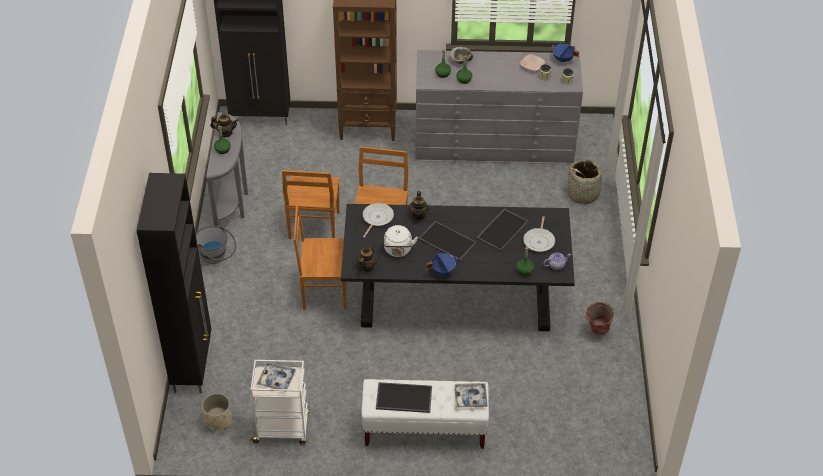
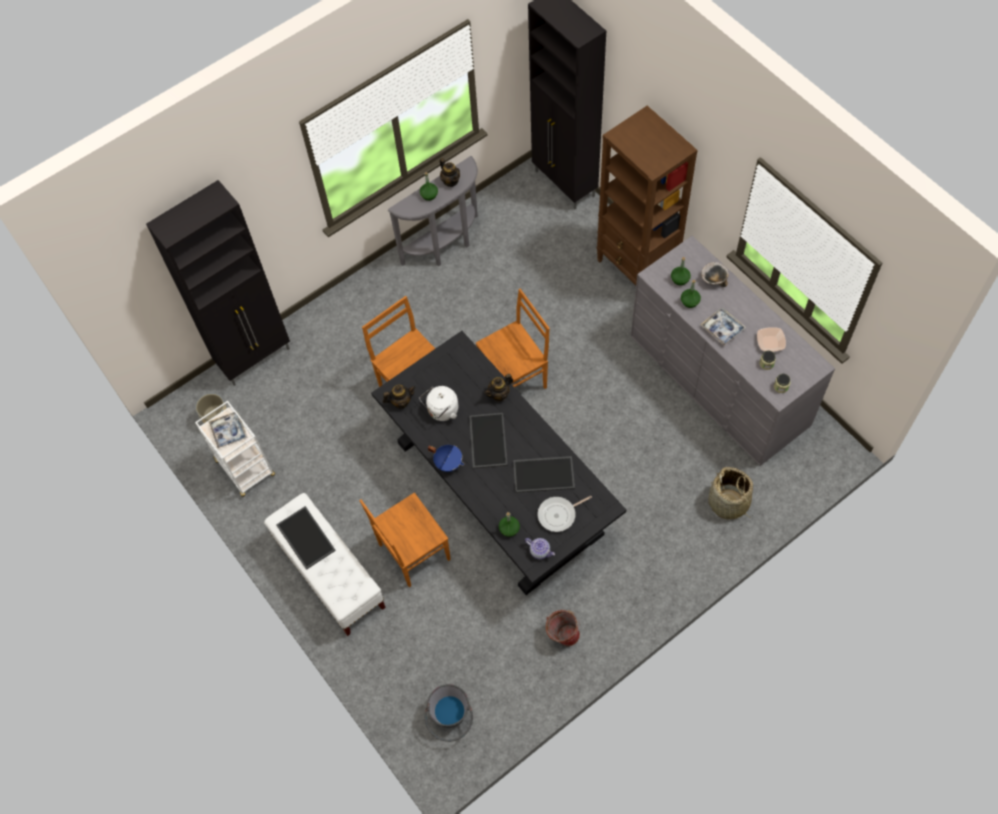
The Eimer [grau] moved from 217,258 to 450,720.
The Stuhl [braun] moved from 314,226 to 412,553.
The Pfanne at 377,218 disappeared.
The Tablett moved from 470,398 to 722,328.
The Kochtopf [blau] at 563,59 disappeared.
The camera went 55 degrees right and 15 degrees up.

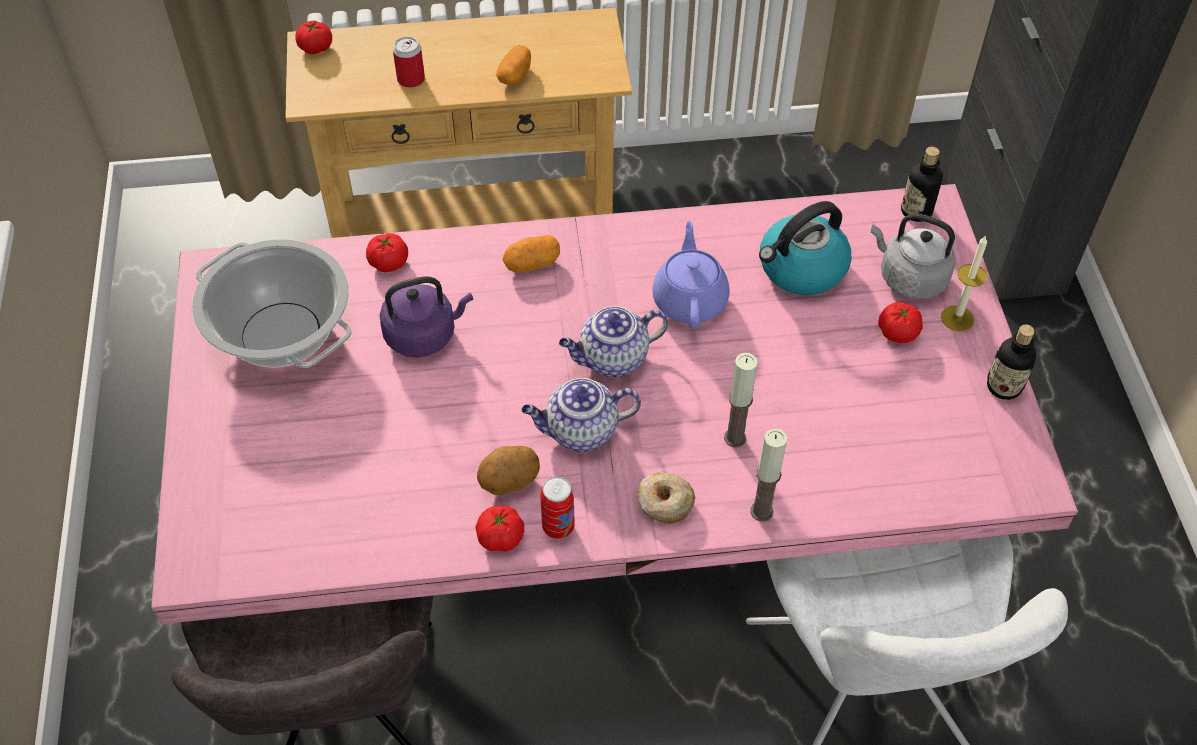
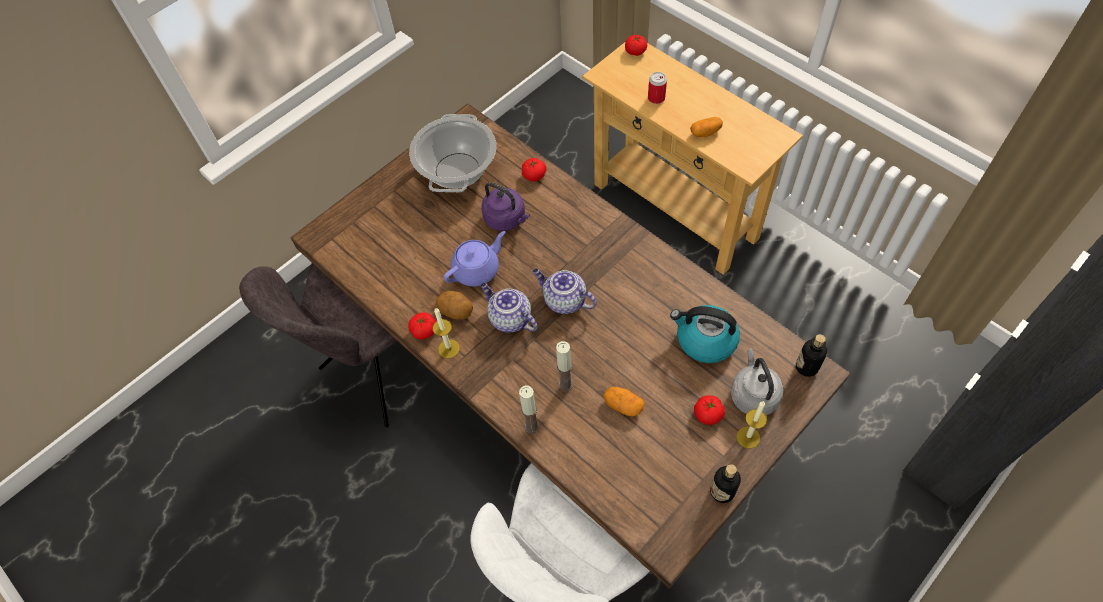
The Esstisch [rosa] at 595,544 became the Esstisch [braun] at 557,390.
The Kartoffel moved from 532,263 to 623,405.
The Dose at 558,527 was replaced by the Kerze at 449,348.
The Donut at 664,503 disappeared.
The Teekanne [lila] moved from 689,299 to 477,270.
The camera went 55 degrees right and 5 degrees up.

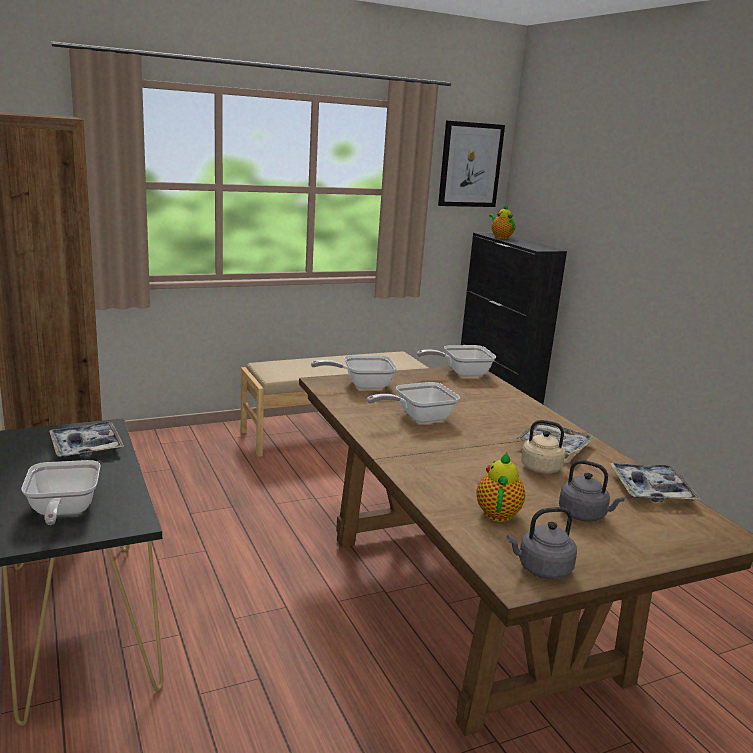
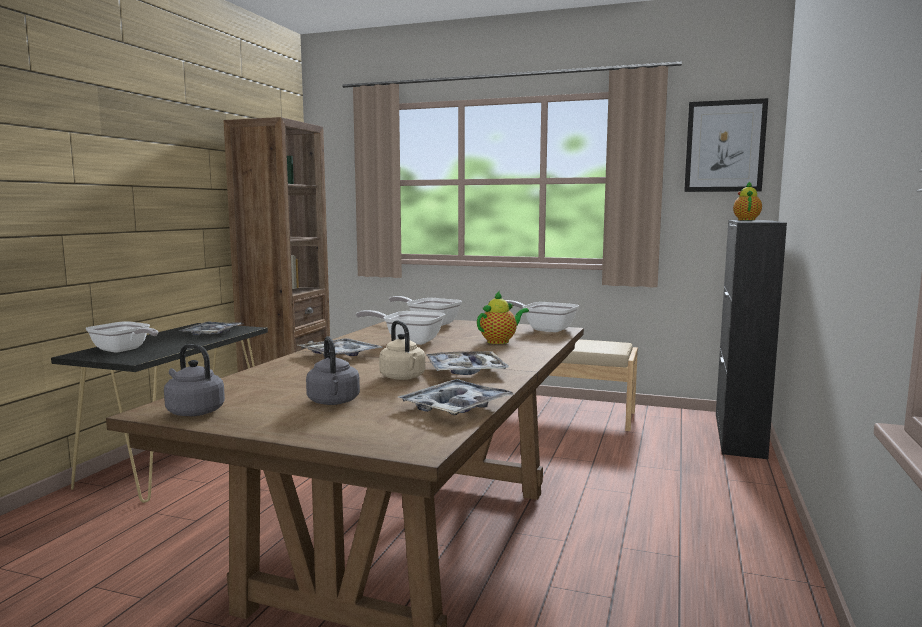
The Pfanne at 62,512 turned 90 degrees counterclockwise.
The Teekanne moved from 498,512 to 500,341.
The Tablett at 340,355 appeared.
The camera went 45 degrees right and 10 degrees down.

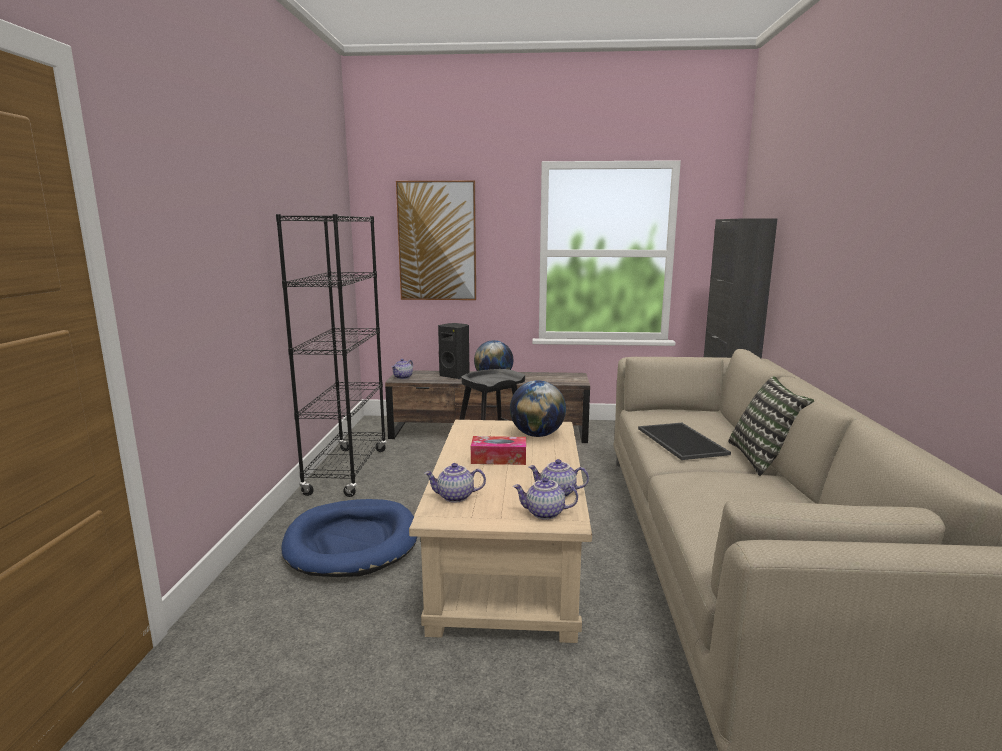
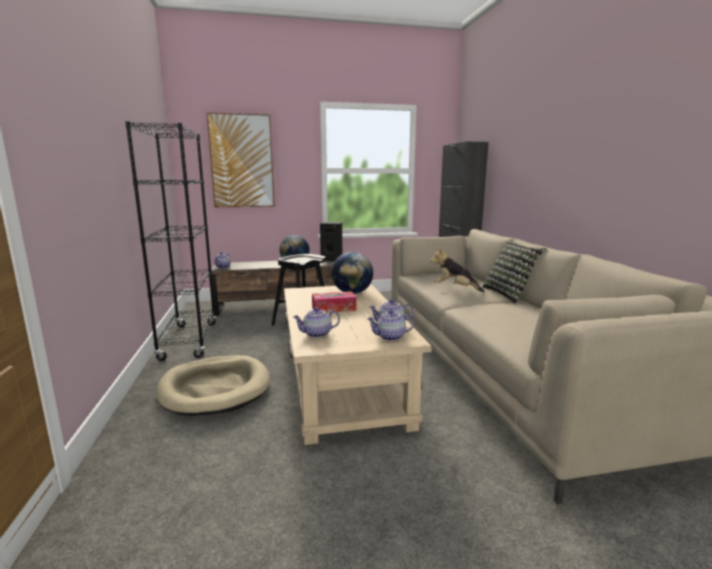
The Hundebett [blau] at 352,542 became the Hundebett [beige] at 215,388.
The Lautsprecher [schwarz] moved from 455,376 to 332,260.
The Tablett at 683,441 was replaced by the Plüschtier at 454,288.
The camera went 15 degrees left and 0 degrees up.

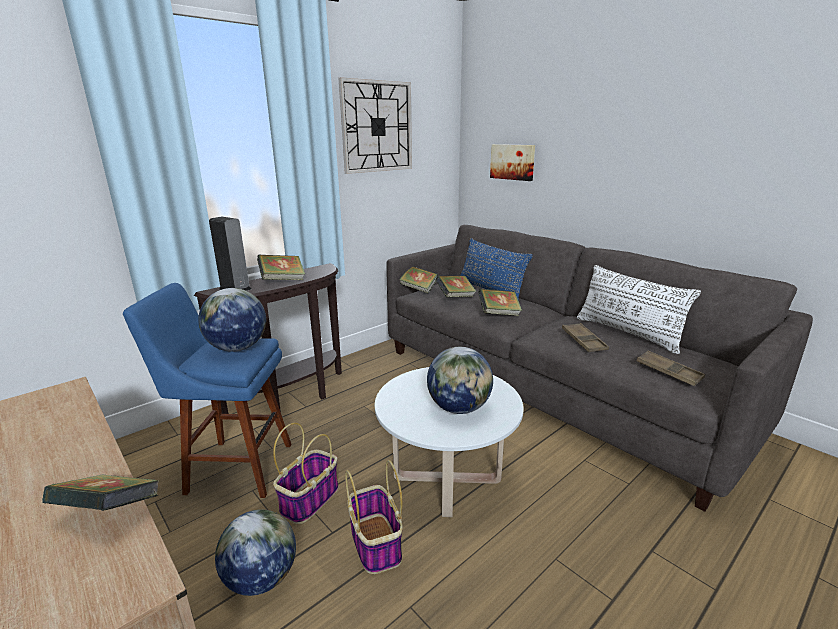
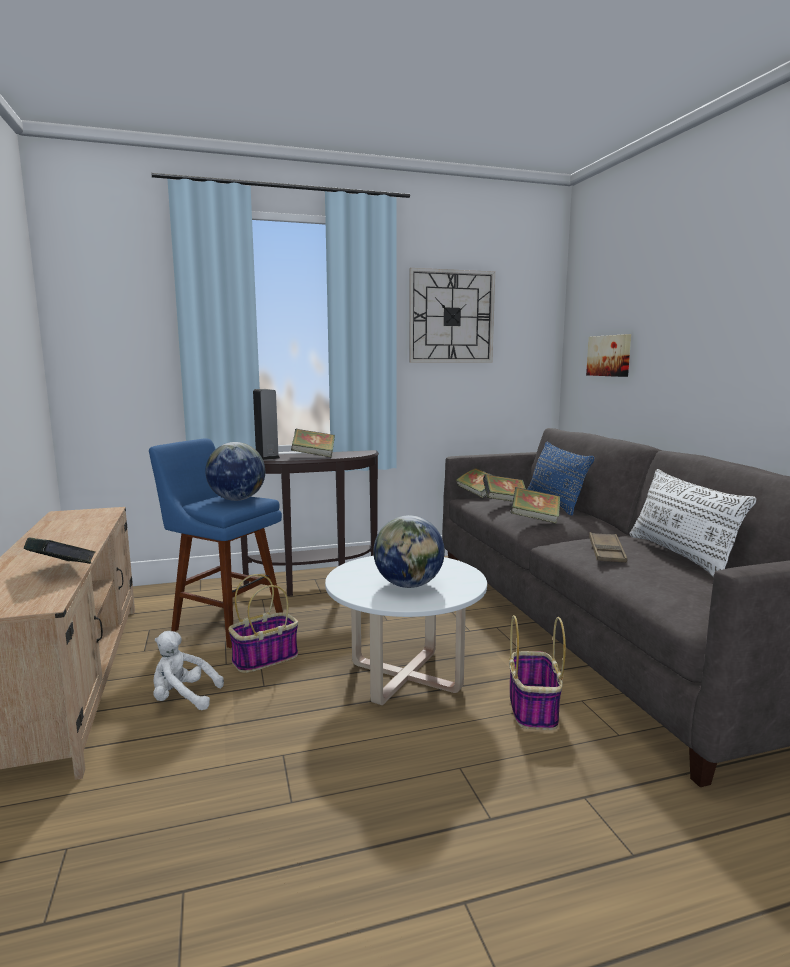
The Globus at 261,578 was replaced by the Plüschtier [weiß] at 183,698.
The Korb moved from 375,543 to 532,708.
The Tablett [braun] at 668,372 disappeared.
The camera went 25 degrees right and 10 degrees down.

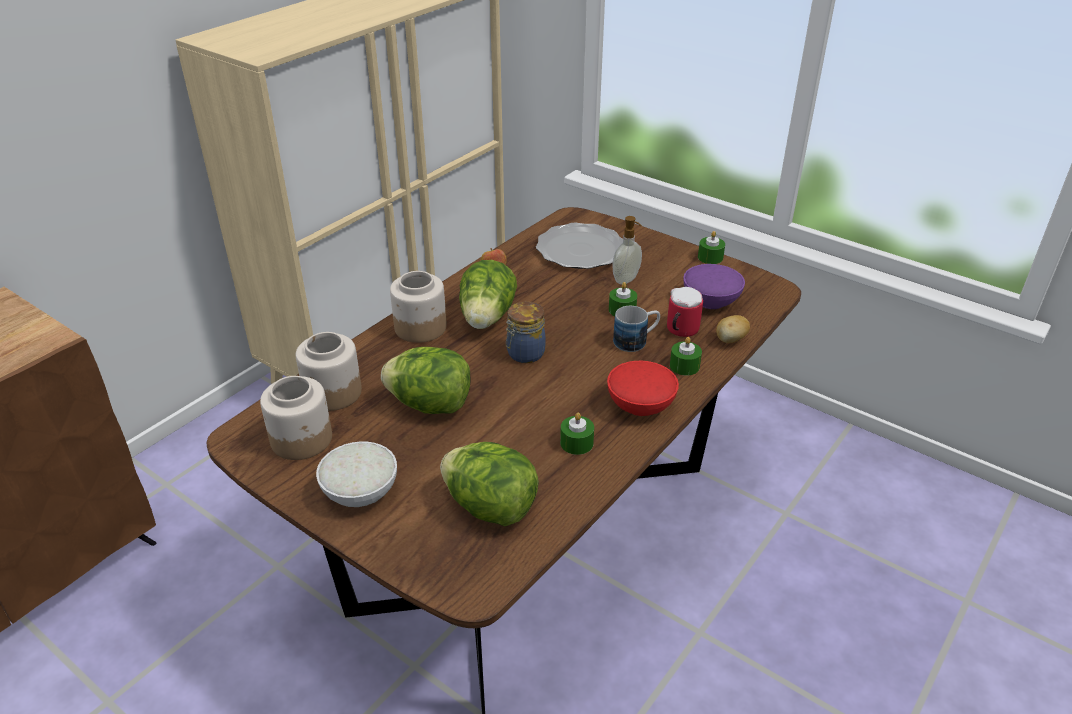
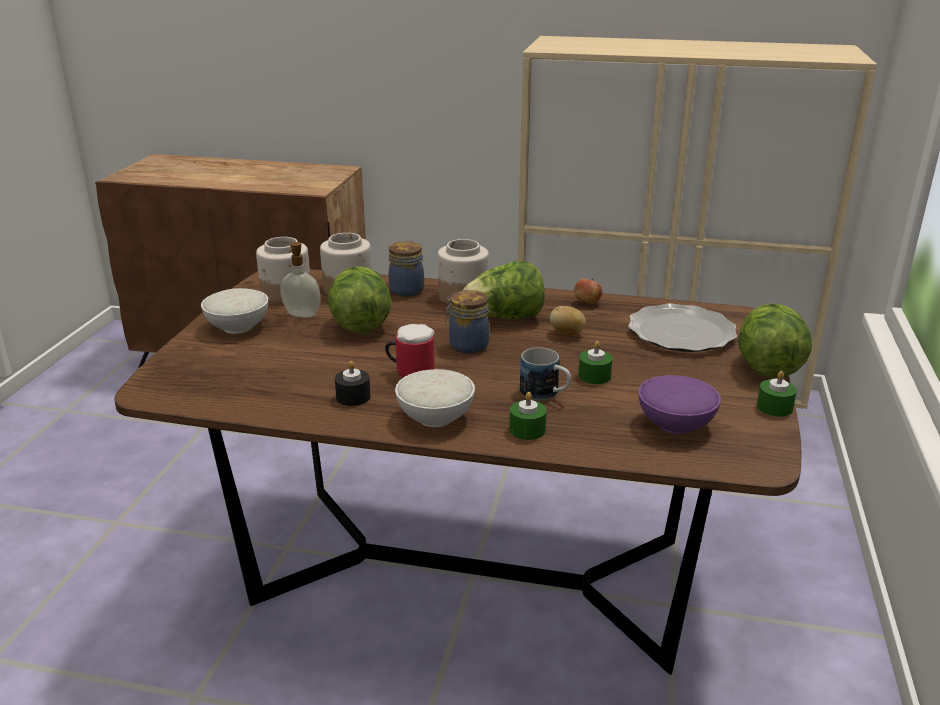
The Salatkopf moved from 490,507 to 767,367.
The Kerze [grün] at 576,443 became the Kerze [schwarz] at 353,397.
The Schüssel [rot] at 640,406 became the Schüssel [weiß] at 434,418.
The Seifenspender moved from 626,280 to 301,315.
The Henkelbecher moved from 679,330 to 410,371.
The Kartoffel moved from 730,340 to 567,333.
The Vorratsglas at 407,290 appeared.
The camera went 65 degrees right and 10 degrees down.

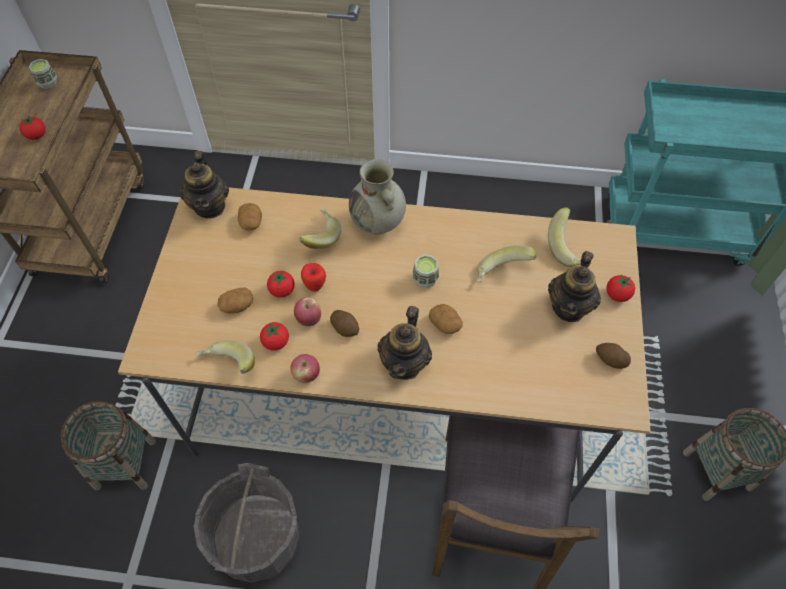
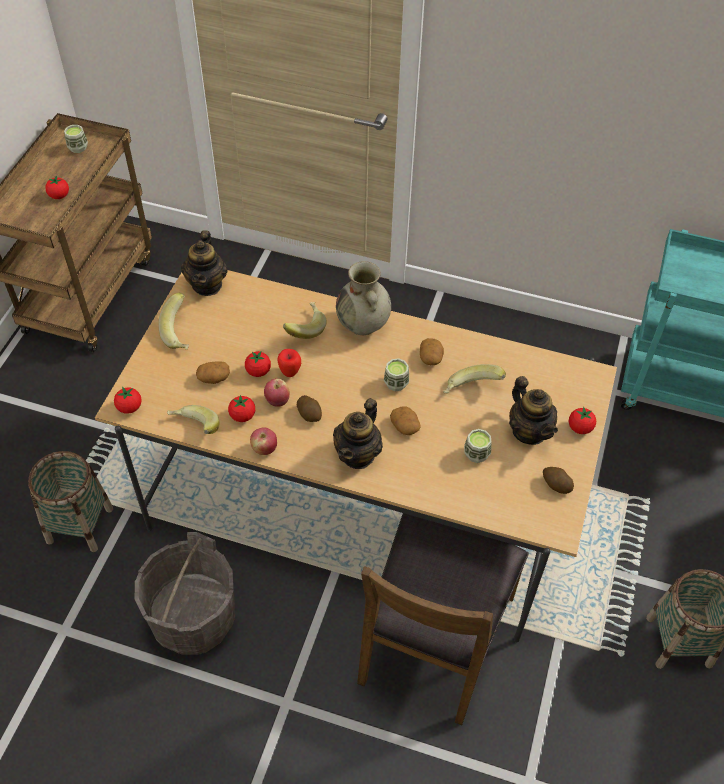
The Kartoffel moved from 251,222 to 431,358.
The Banane moved from 568,248 to 181,333.
The Teekanne at 569,307 turned 60 degrees counterclockwise.
The Tomate at 129,407 appeared.
The Tasse at 476,454 appeared.
The camera went 10 degrees right and 5 degrees down.

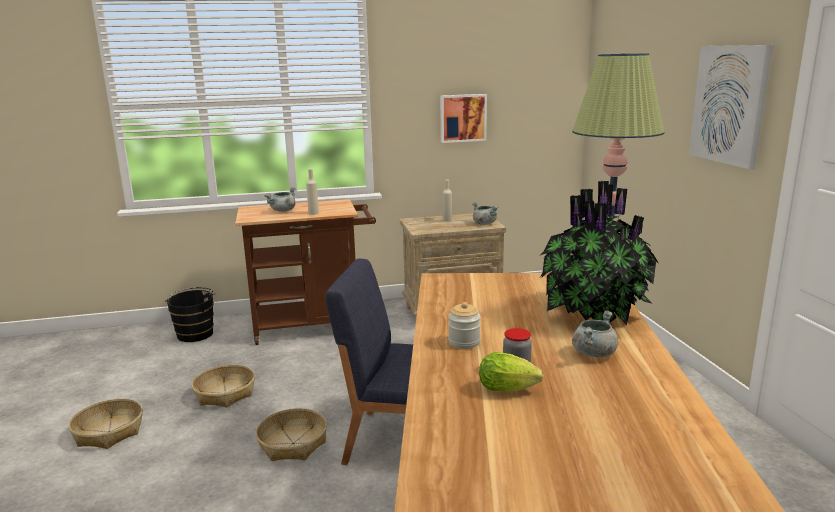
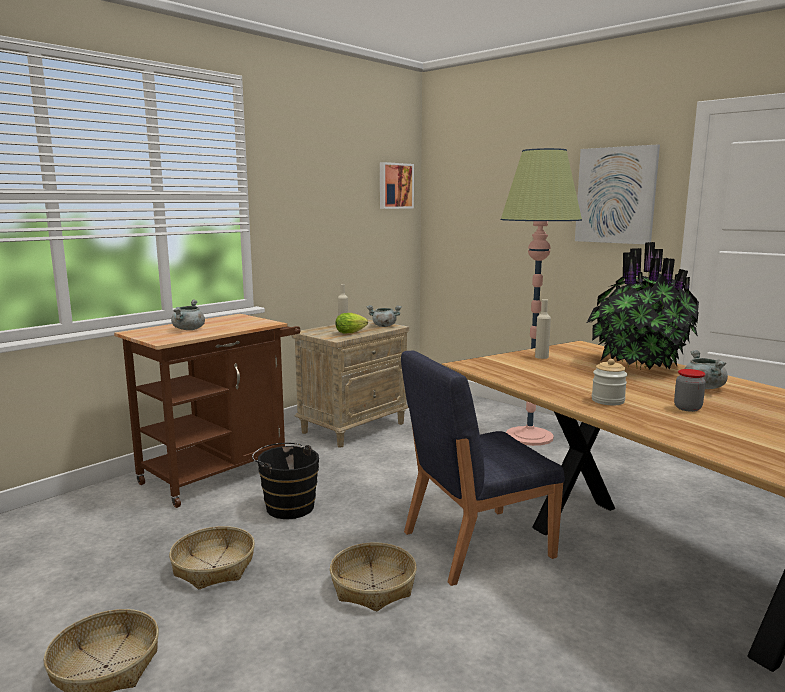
The Eimer [schwarz] moved from 195,333 to 287,506.
The Flasche [beige] moved from 313,213 to 541,357.
The Bild moved from 462,118 to 395,186.
The Salatkopf moved from 510,389 to 352,332.
The camera went 35 degrees left and 5 degrees down.

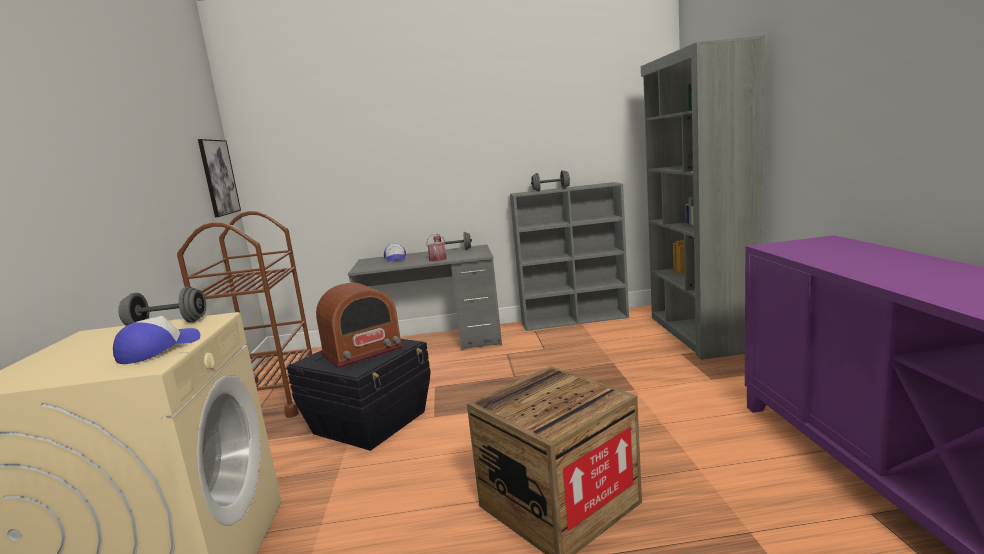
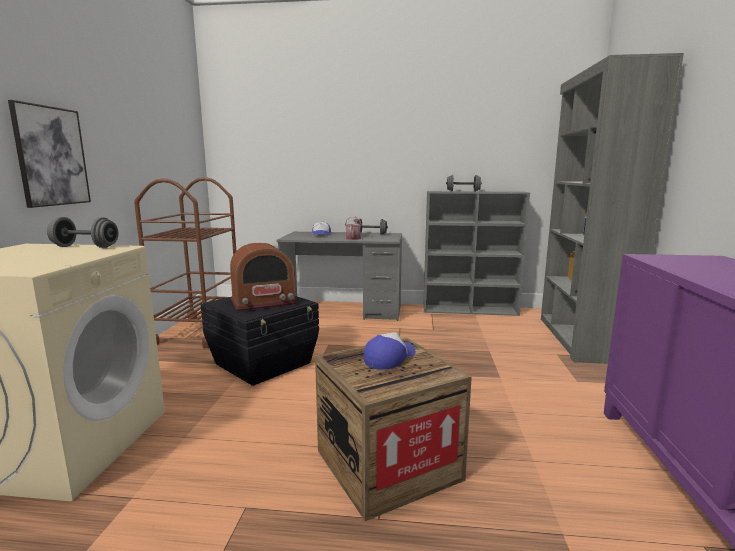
The Kappe moved from 158,349 to 389,358.
The Bild moved from 219,177 to 51,156.
The camera went 10 degrees right and 0 degrees up.

